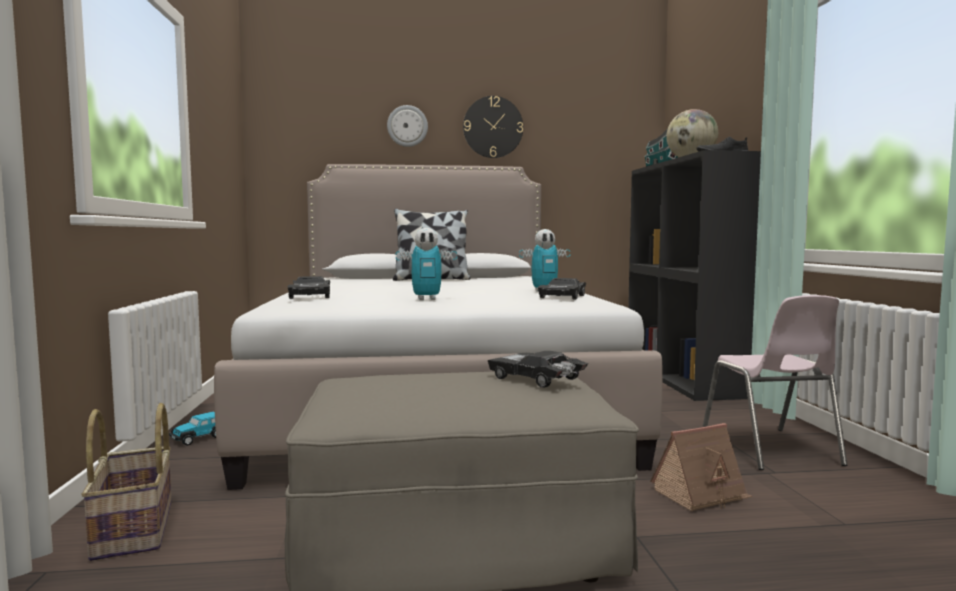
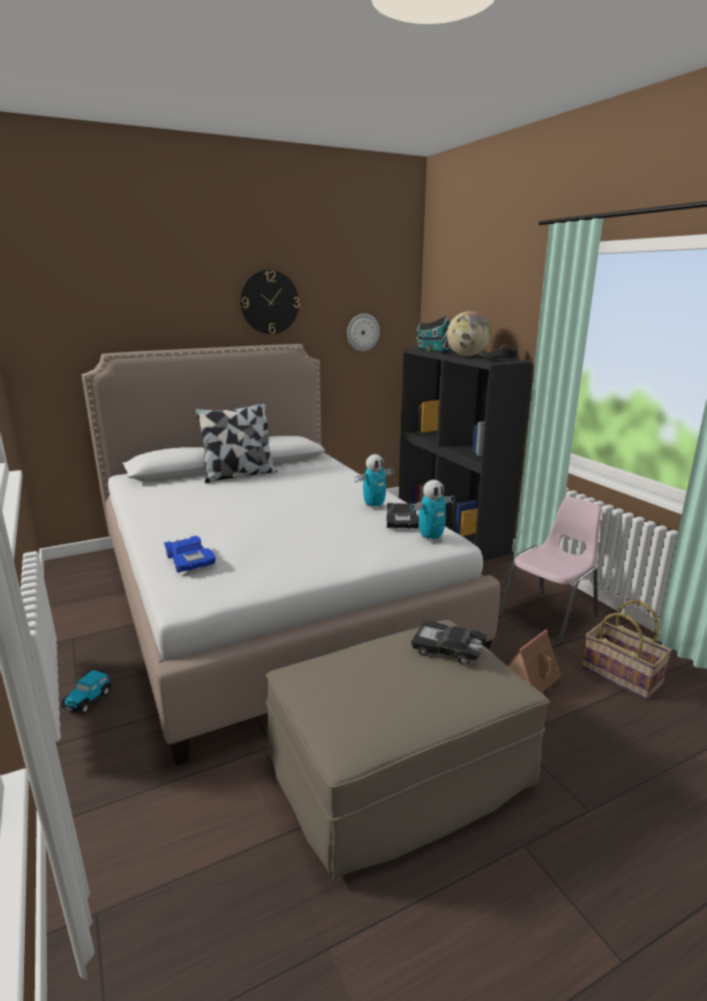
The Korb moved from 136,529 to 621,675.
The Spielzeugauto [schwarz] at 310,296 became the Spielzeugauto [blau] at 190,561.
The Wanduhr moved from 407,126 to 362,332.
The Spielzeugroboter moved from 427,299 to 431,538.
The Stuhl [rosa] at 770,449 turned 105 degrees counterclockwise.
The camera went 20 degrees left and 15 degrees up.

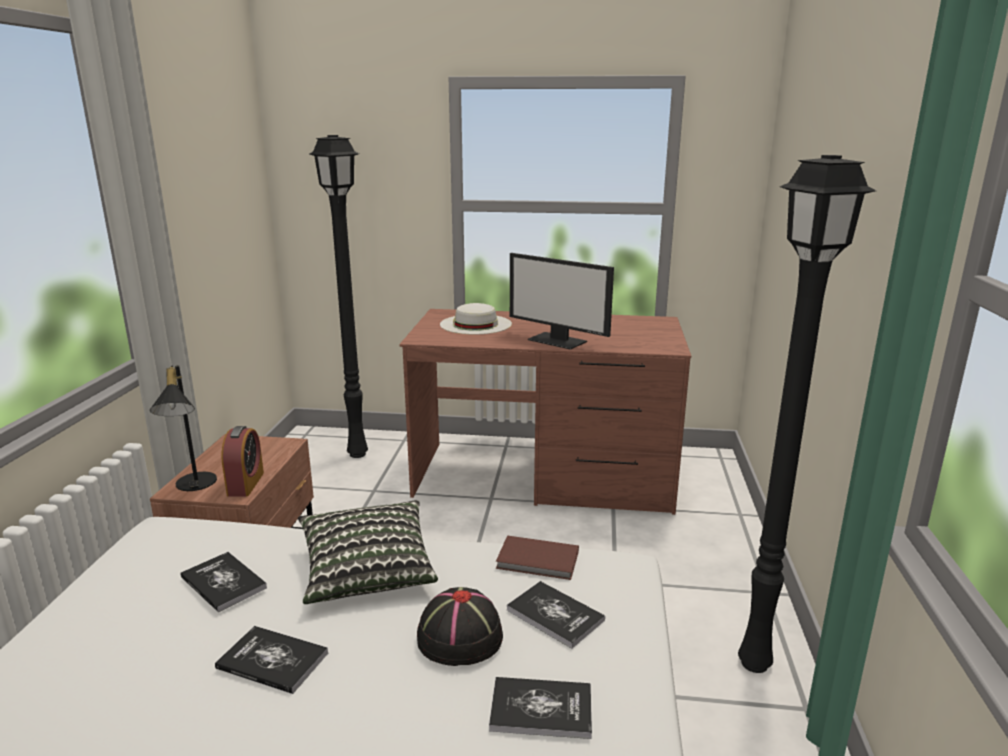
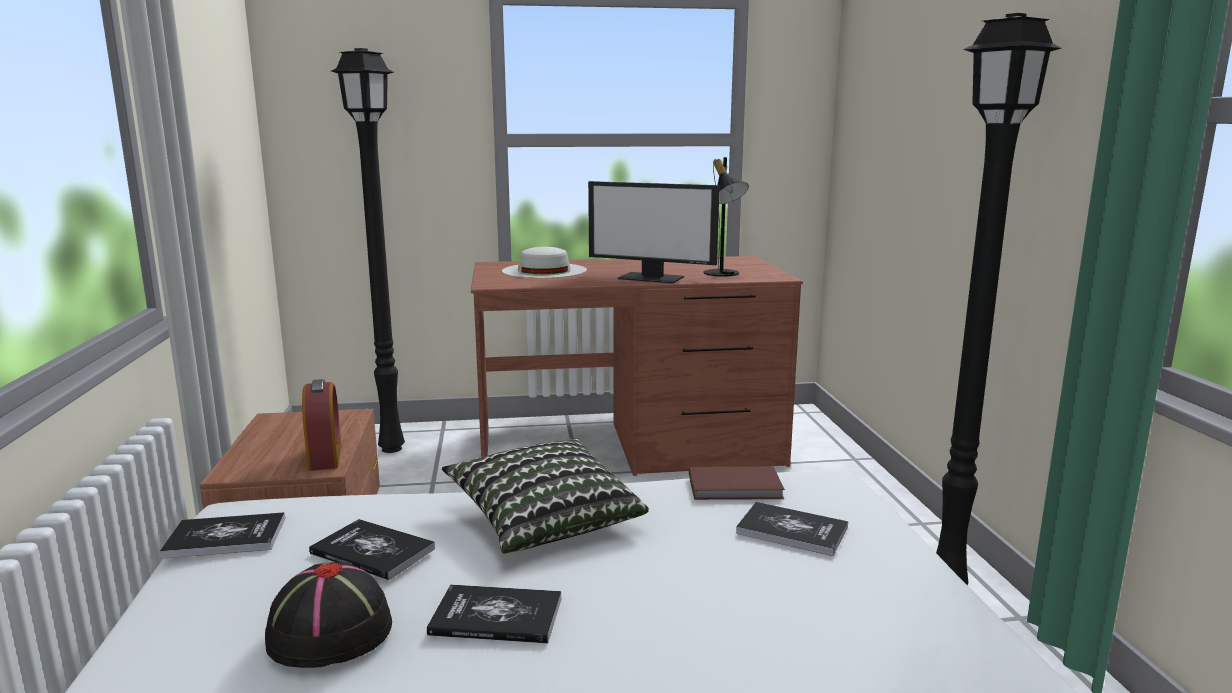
The Tischlampe [schwarz] moved from 192,485 to 723,274.
The Hut [schwarz] moved from 459,637 to 329,633.
The Buch moved from 541,709 to 225,537.
The camera went 15 degrees left and 5 degrees down.

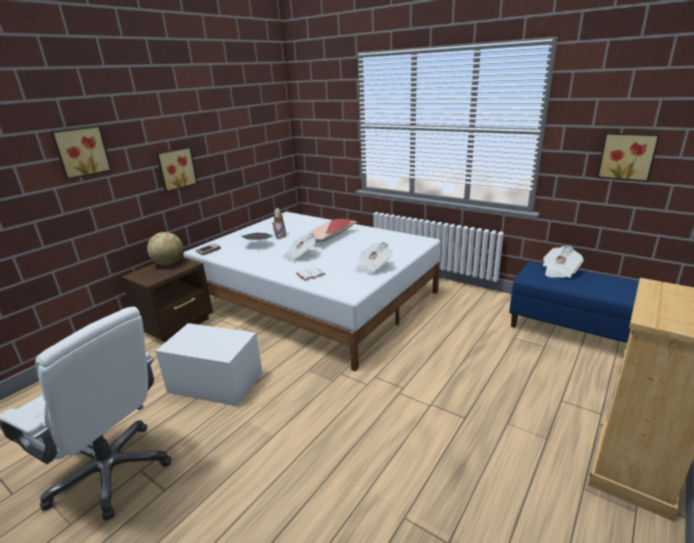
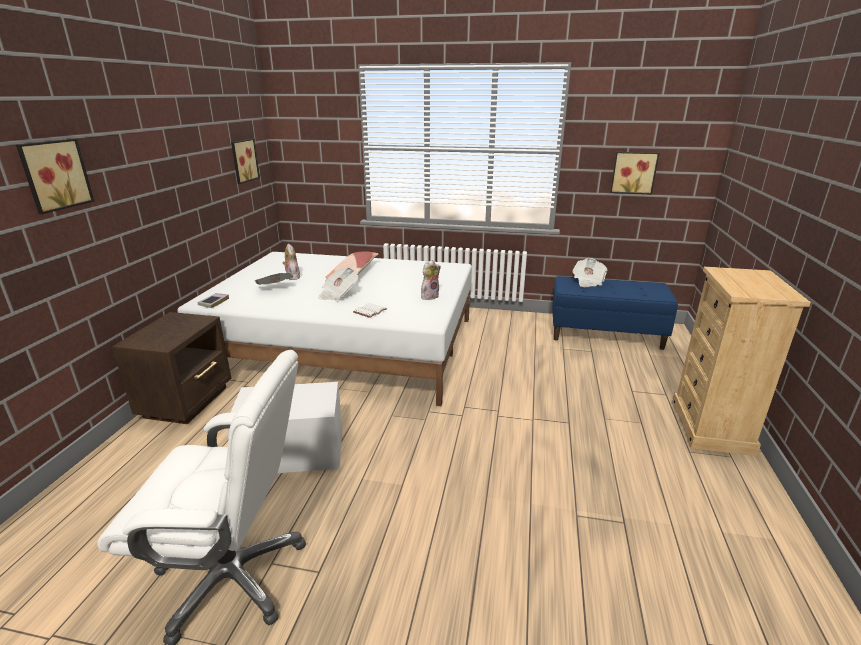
The Globus at 169,263 disappeared.
The Bild moved from 176,169 to 243,160.
The Zeitung at 372,267 was replaced by the Plüschtier at 430,296.
The camera went 25 degrees left and 0 degrees up.

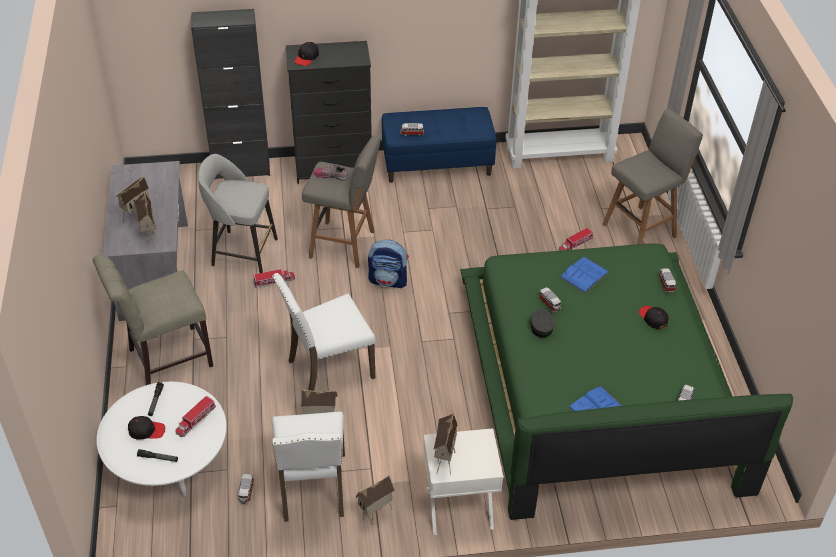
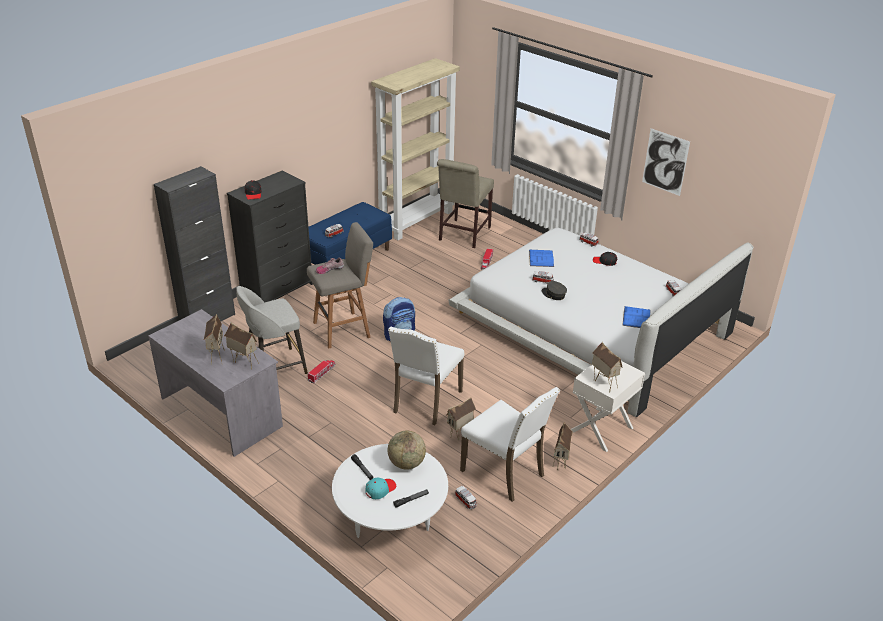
The Stuhl [beige] moved from 165,359 to 463,235.
The Kappe [schwarz] at 146,430 became the Kappe [türkis] at 380,489.
The Spielzeuglaster at 195,420 was replaced by the Globus at 406,463.
The Bett [grün] at 598,385 became the Bett [weiß] at 591,325.
The Hocker [grau] at 641,229 disappeared.
The Bild at 665,162 appeared.
The camera went 40 degrees left and 10 degrees down.

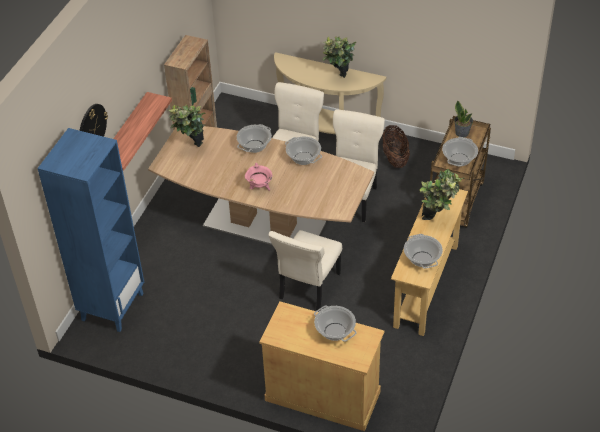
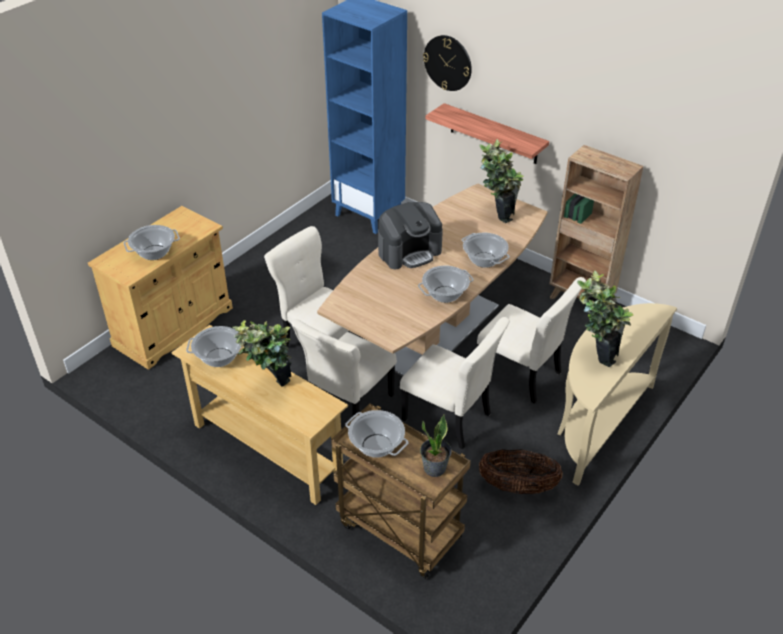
The Kochtopf [rosa] at 259,187 was replaced by the Kaffeemaschine at 409,252.
The Stuhl [beige] at 348,407 appeared.
The camera went 105 degrees right and 5 degrees down.

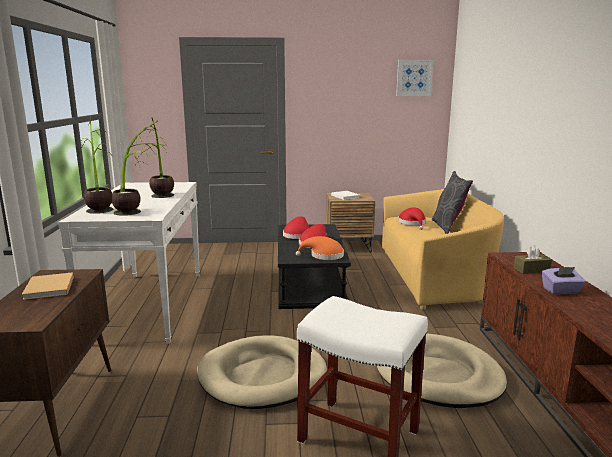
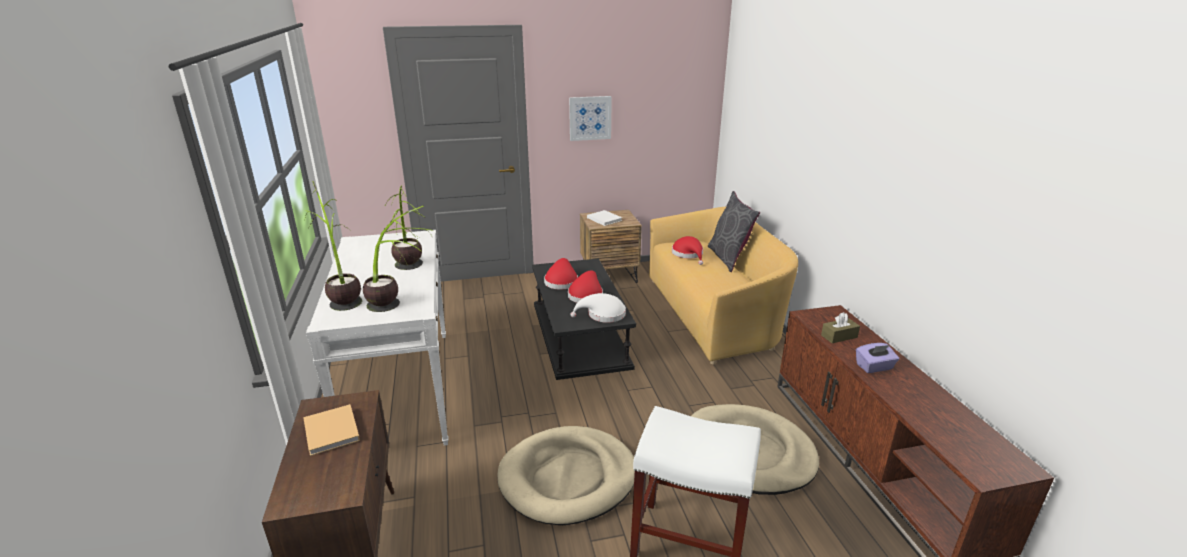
The Hut [orange] at 324,256 became the Hut [weiß] at 603,315.
The Bild moved from 414,78 to 590,118.
The camera went 10 degrees left and 10 degrees up.

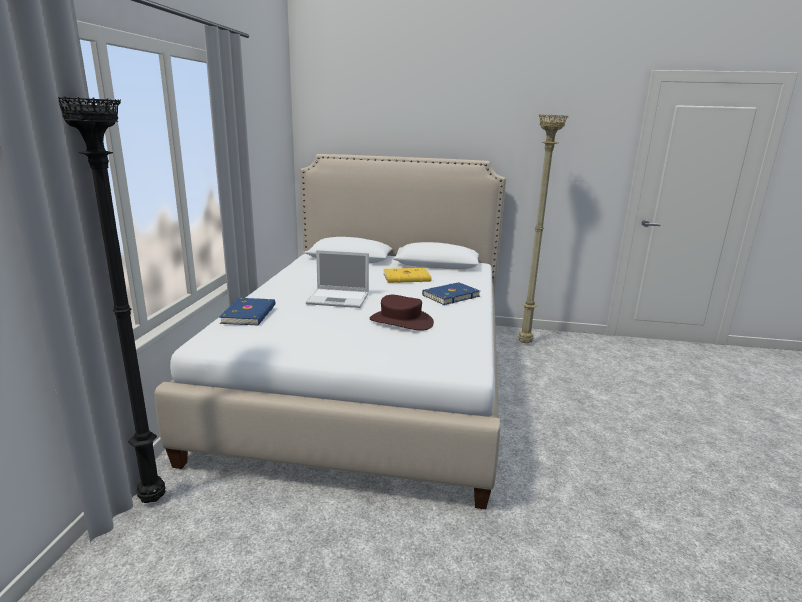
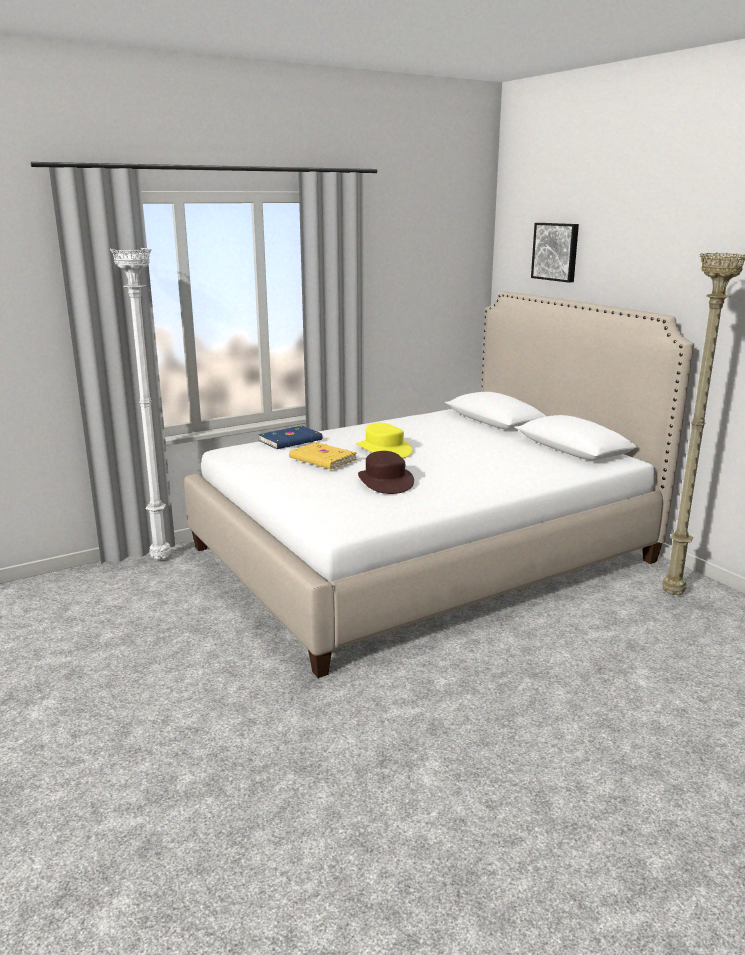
The Stehlampe [schwarz] at 153,498 became the Stehlampe [weiß] at 162,558.
The Laptop at 339,298 was replaced by the Hut [gelb] at 384,449.
The Buch [gelb] moved from 407,278 to 322,459.
The Buch [blau] at 450,295 disappeared.
The Bild at 556,251 appeared.
The camera went 50 degrees right and 0 degrees up.

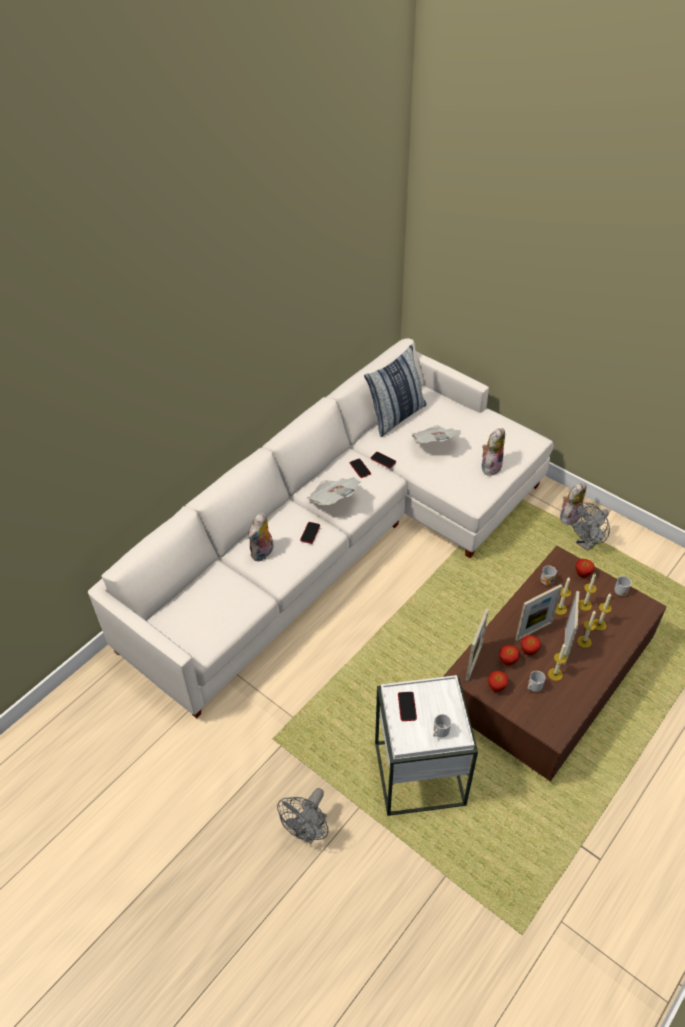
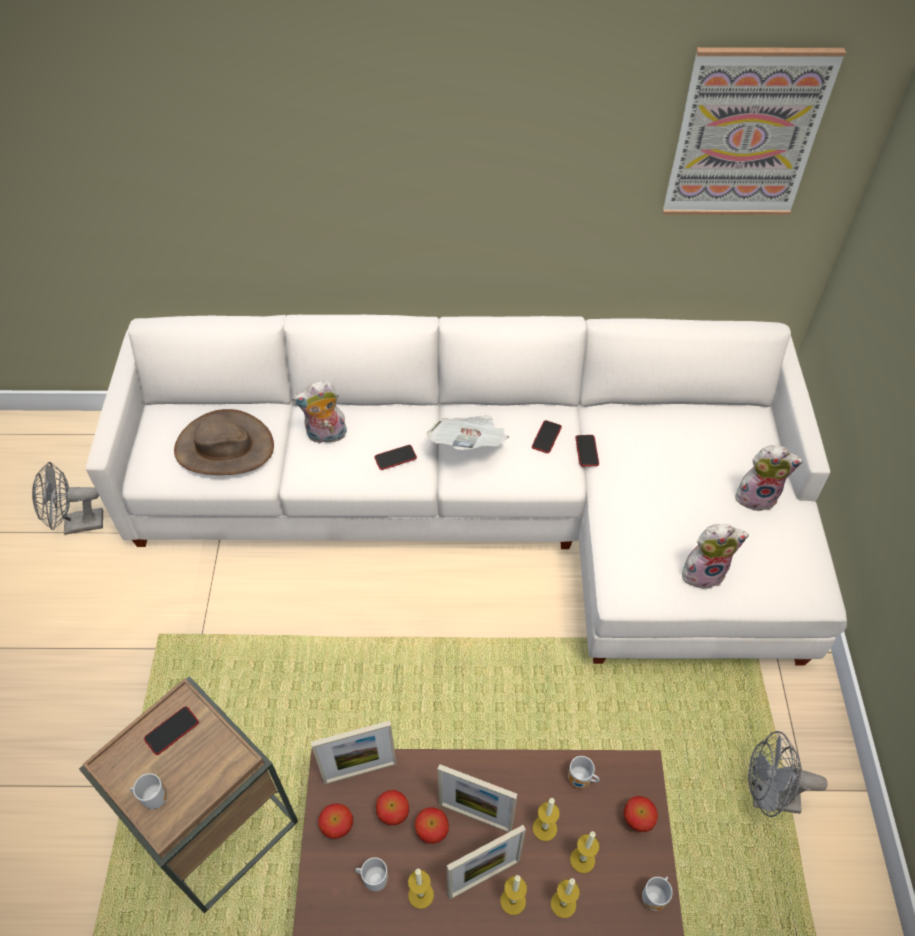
The Ventilator [grau] moved from 308,831 to 77,524.
The Kissen at 396,416 disappeared.
The Beistelltisch [weiß] at 419,774 became the Beistelltisch [braun] at 215,825.
The Zeitung at 434,444 disappeared.
The Plüschtier moved from 569,516 to 757,496.
The Hut [braun] at 224,448 appeared.
The Bild at 746,135 appeared.
The camera went 50 degrees right and 5 degrees up.

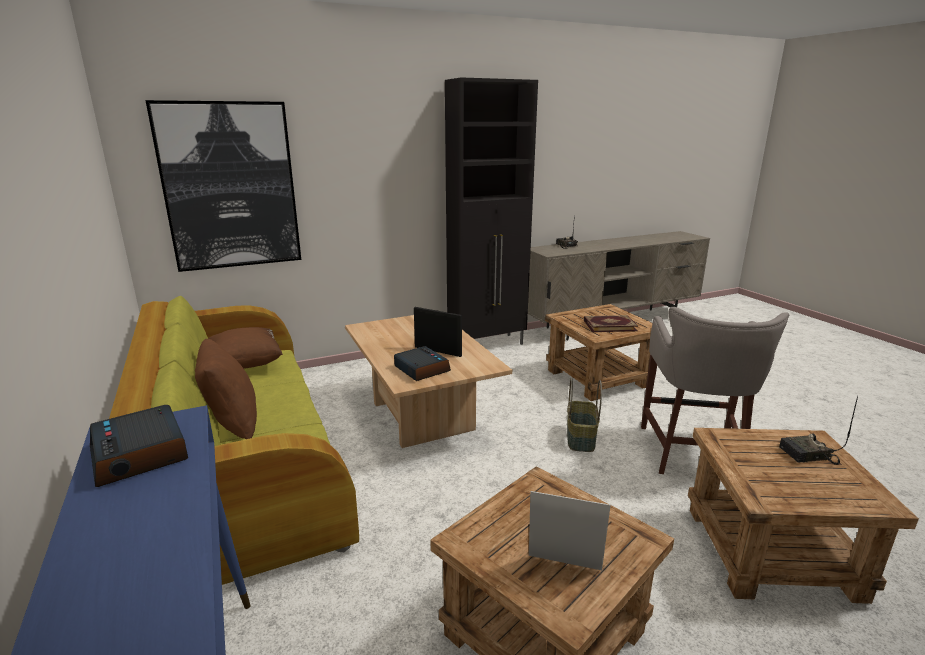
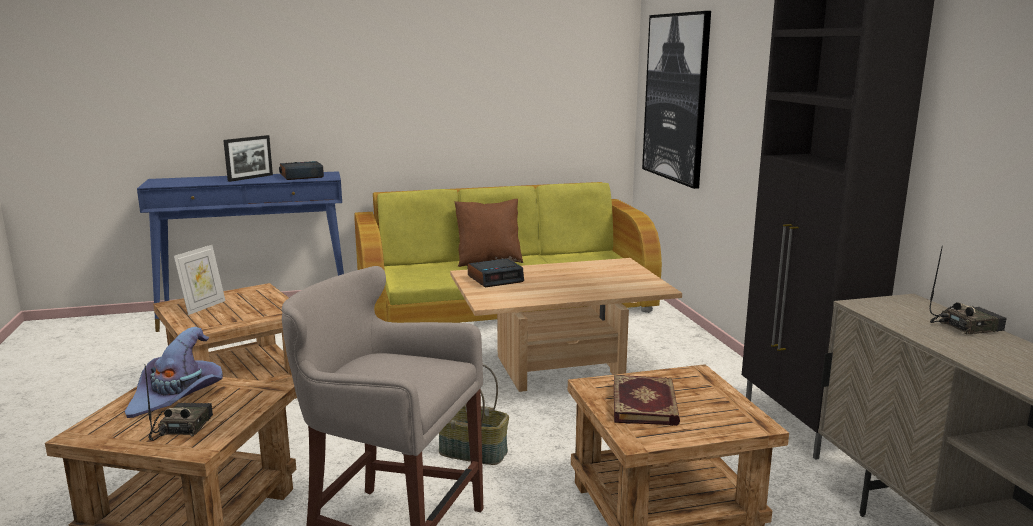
The Kissen [braun] at 245,365 disappeared.
The Bilderrahmen moved from 438,351 to 250,178.
The Hut [lila] at 178,396 appeared.
The camera went 100 degrees right and 5 degrees down.

